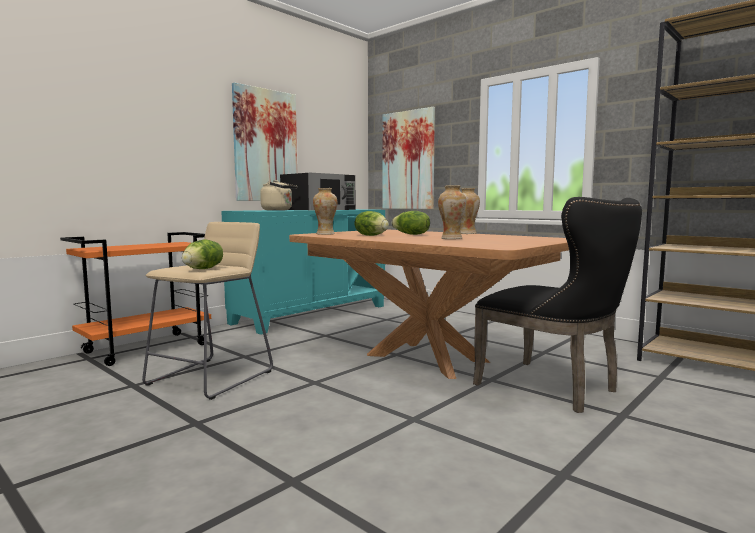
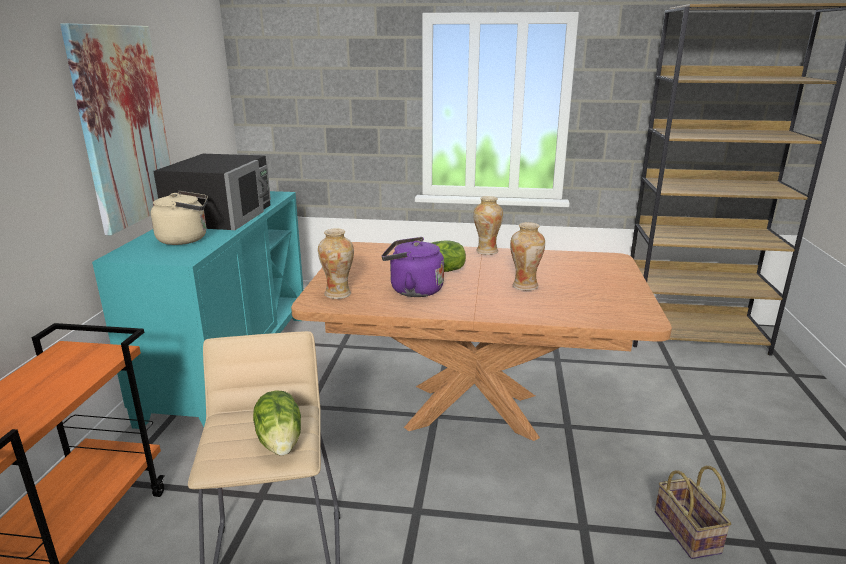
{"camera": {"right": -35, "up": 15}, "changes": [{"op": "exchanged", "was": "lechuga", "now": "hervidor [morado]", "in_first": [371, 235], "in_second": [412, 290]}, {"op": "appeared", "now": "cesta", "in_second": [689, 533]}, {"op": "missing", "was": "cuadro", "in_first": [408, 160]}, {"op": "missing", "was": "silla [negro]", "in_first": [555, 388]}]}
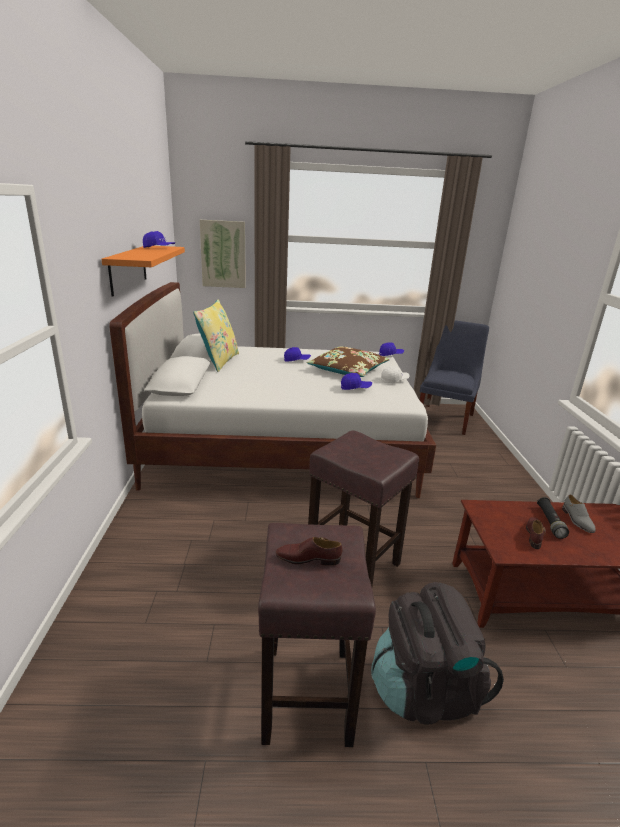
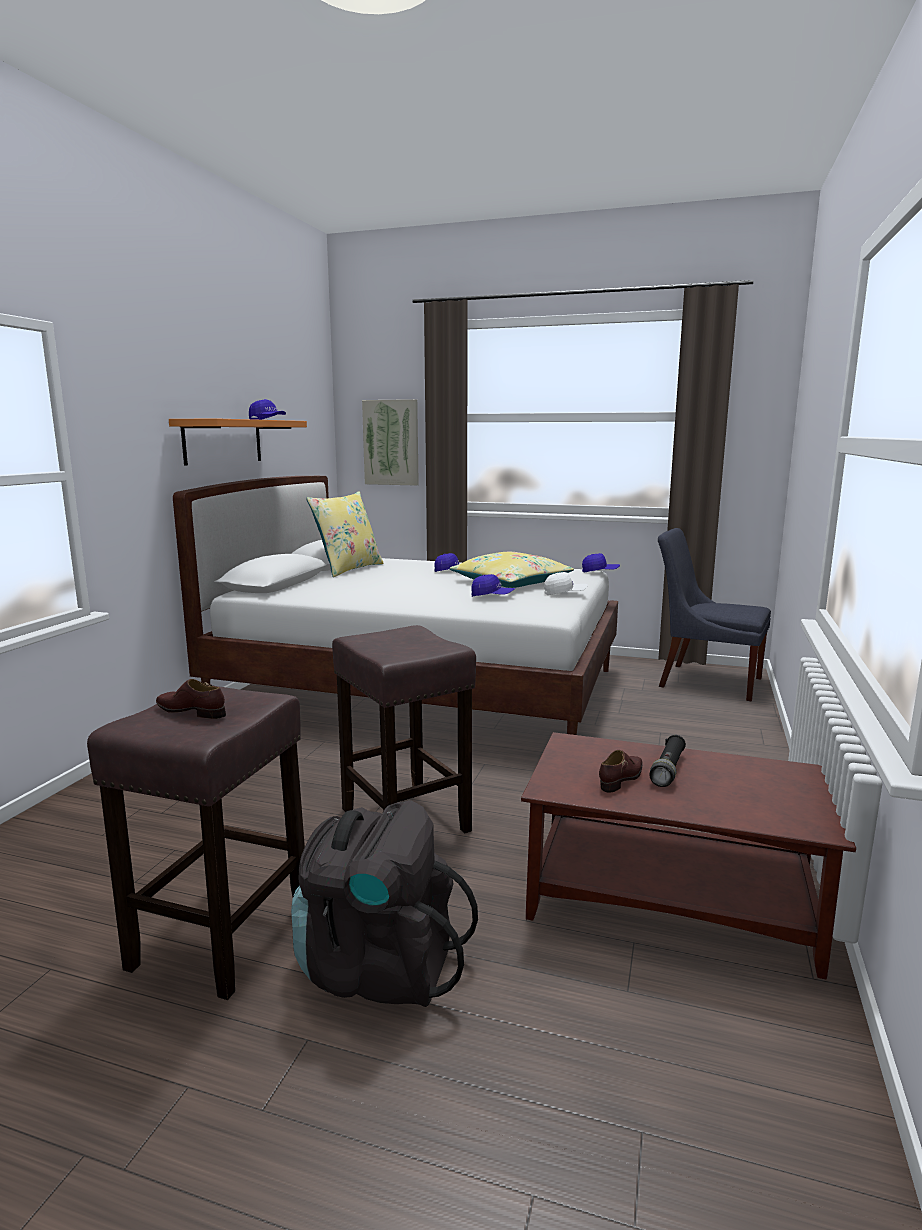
{"camera": {"right": 20, "up": -10}, "changes": [{"op": "colour", "was": "cojín [marrón]", "now": "cojín [amarillo]", "in_first": [348, 370], "in_second": [510, 582]}, {"op": "spun", "was": "silla [azul]", "in_first": [446, 418], "in_second": [705, 681], "clockwise": -105}, {"op": "missing", "was": "zapato [gris]", "in_first": [577, 520]}]}
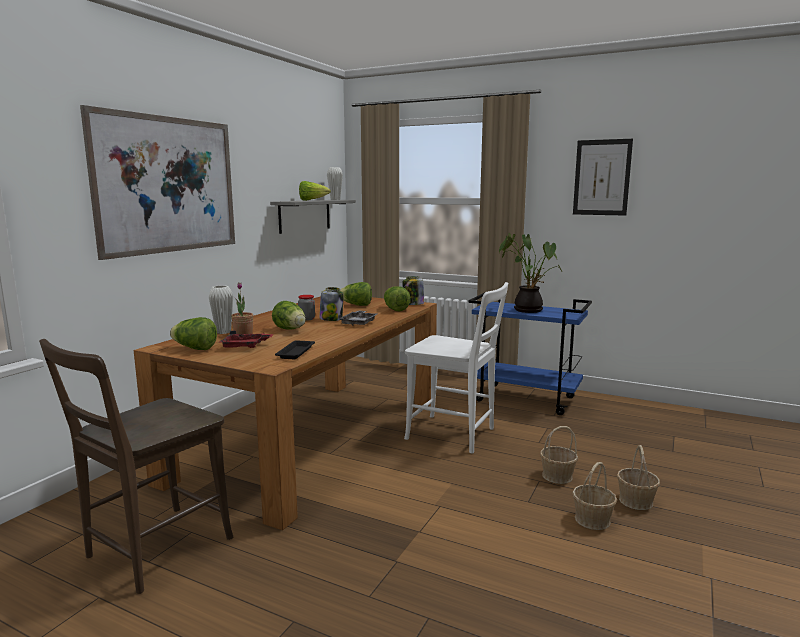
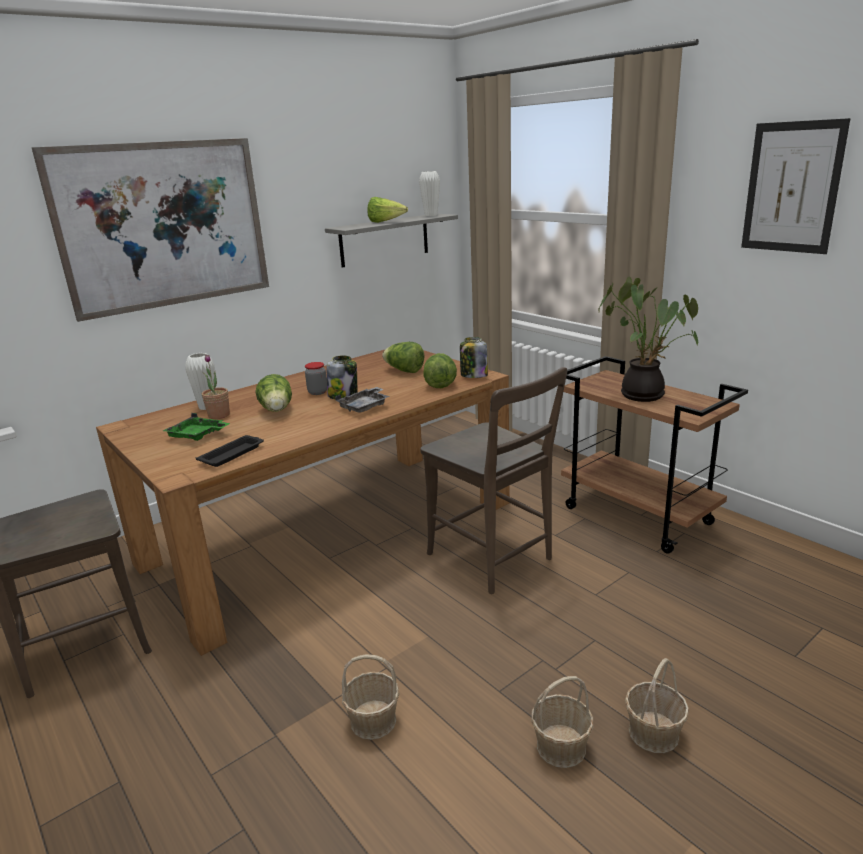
{"camera": {"right": 25, "up": 10}, "changes": [{"op": "colour", "was": "bandeja [rojo]", "now": "bandeja [verde]", "in_first": [245, 346], "in_second": [197, 435]}, {"op": "relocated", "was": "cesta", "in_first": [557, 476], "in_second": [373, 720]}, {"op": "colour", "was": "silla [blanco]", "now": "silla [marrón]", "in_first": [455, 435], "in_second": [494, 559]}, {"op": "colour", "was": "carrito [azul]", "now": "carrito [marrón]", "in_first": [526, 399], "in_second": [639, 516]}, {"op": "missing", "was": "lechuga", "in_first": [195, 348]}]}
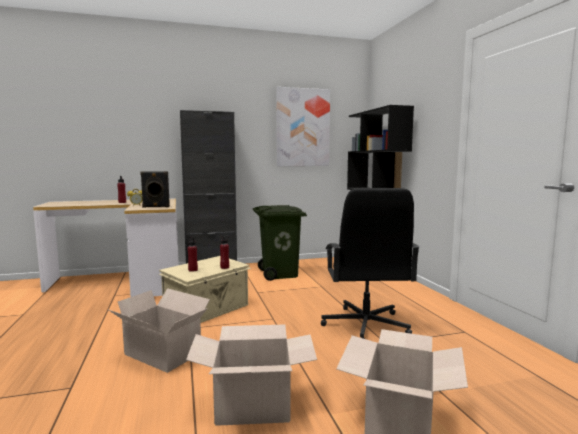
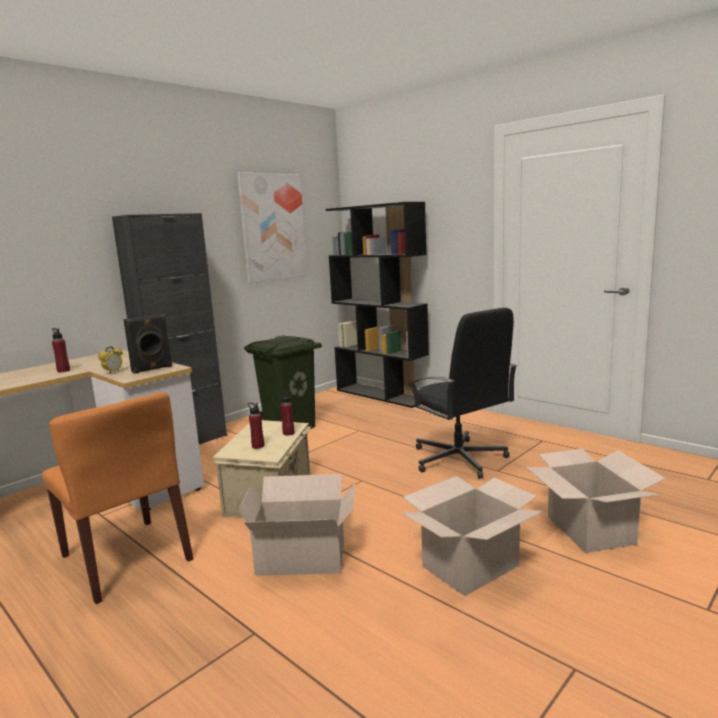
{"camera": {"right": -30, "up": 5}, "changes": [{"op": "appeared", "now": "silla [naranja]", "in_second": [127, 558]}]}
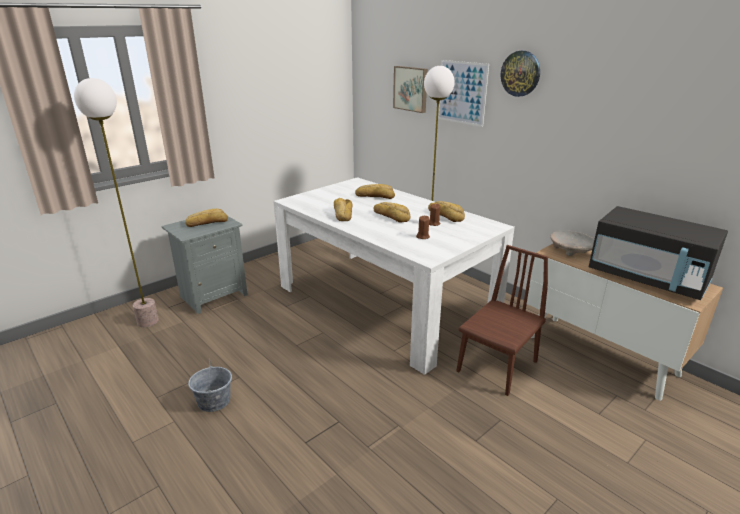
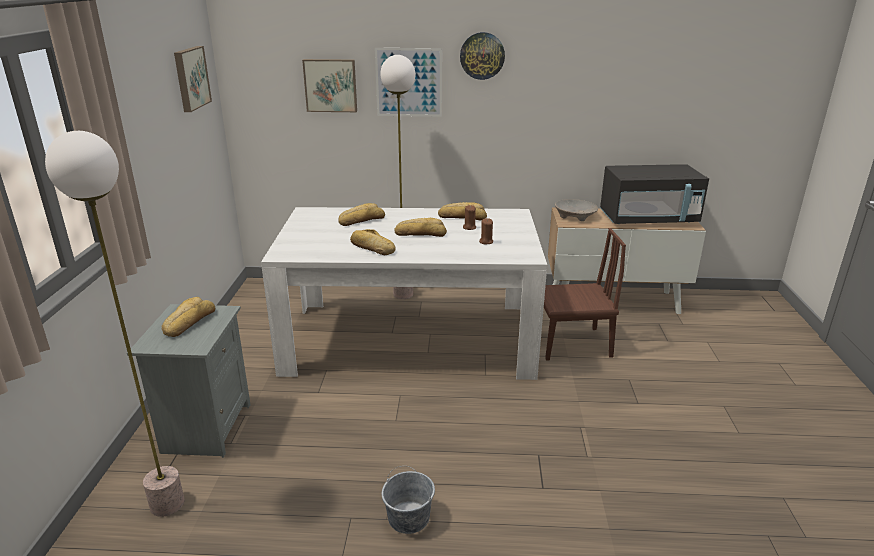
{"camera": {"right": -45, "up": 0}, "changes": [{"op": "appeared", "now": "cuadro", "in_second": [190, 78]}, {"op": "spun", "was": "silla [marrón]", "in_first": [497, 366], "in_second": [571, 344], "clockwise": 90}]}
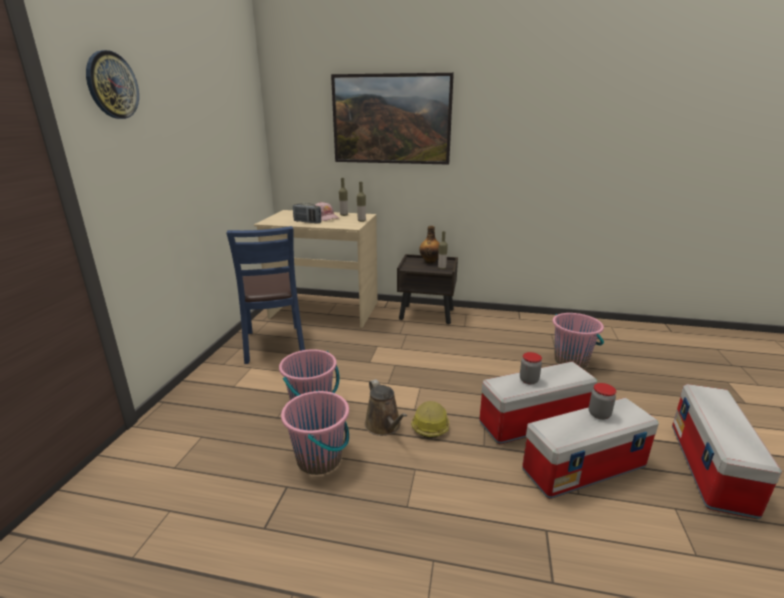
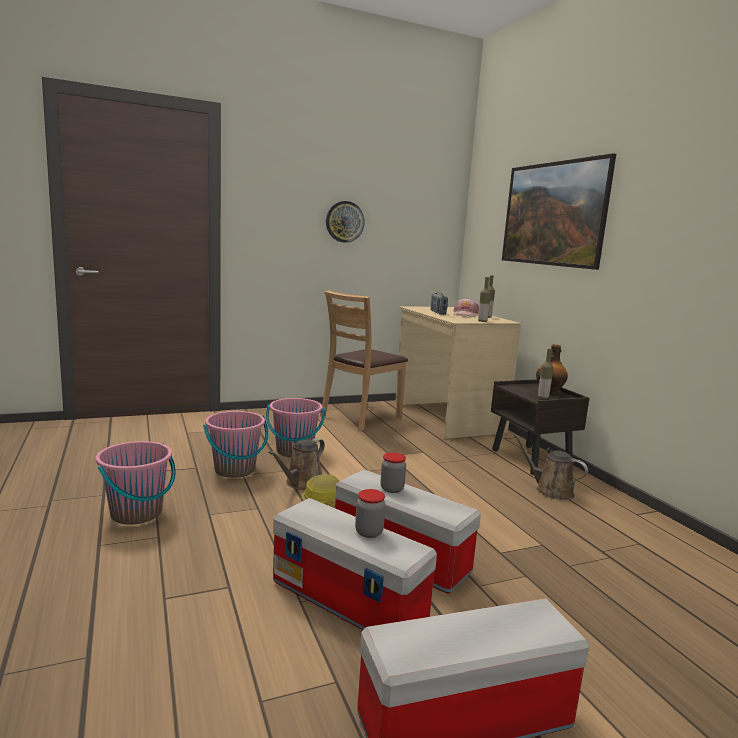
{"camera": {"right": 55, "up": -10}, "changes": [{"op": "relocated", "was": "cubo [rosa]", "in_first": [571, 361], "in_second": [137, 513]}, {"op": "colour", "was": "silla [azul]", "now": "silla [marrón]", "in_first": [274, 344], "in_second": [361, 417]}, {"op": "relocated", "was": "reloj de pared", "in_first": [112, 85], "in_second": [344, 221]}, {"op": "appeared", "now": "regadera [marrón]", "in_second": [550, 490]}]}
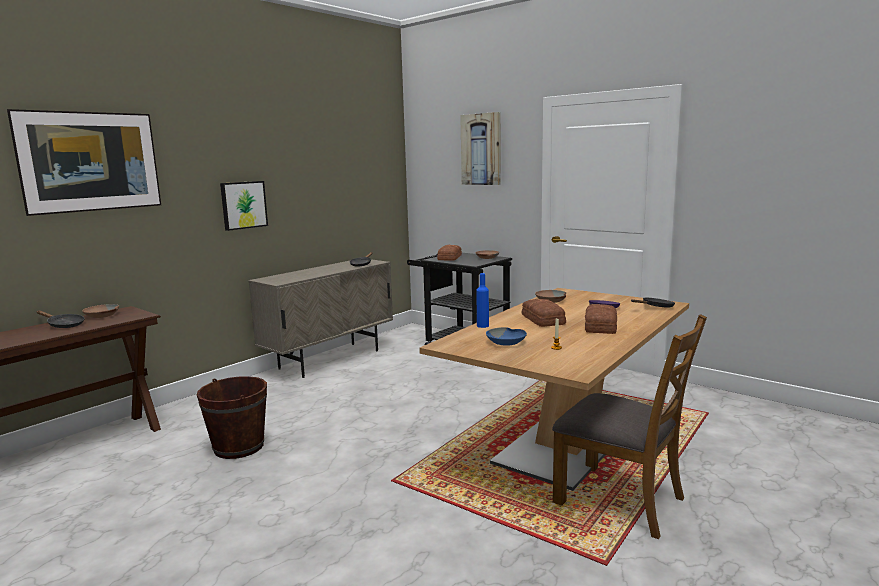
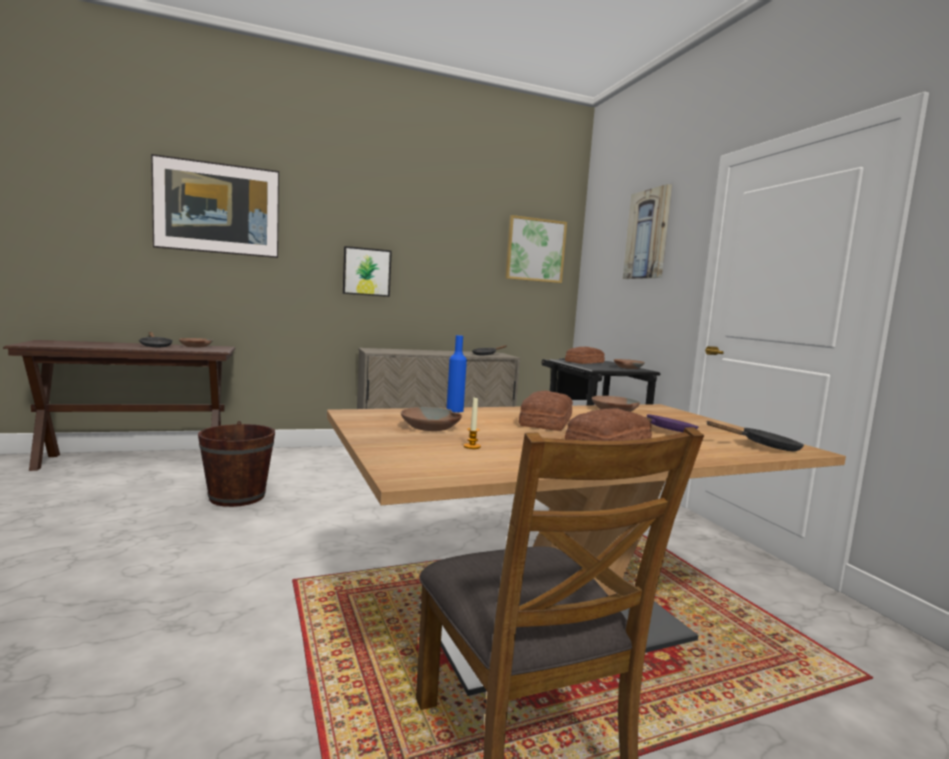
{"camera": {"right": 30, "up": -5}, "changes": [{"op": "colour", "was": "cuenco [azul]", "now": "cuenco [marrón]", "in_first": [506, 342], "in_second": [430, 427]}, {"op": "appeared", "now": "cuadro", "in_second": [535, 250]}]}
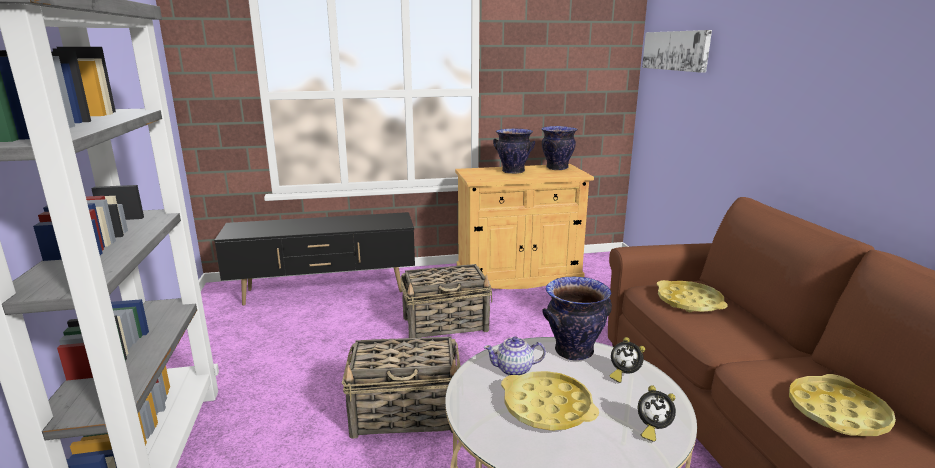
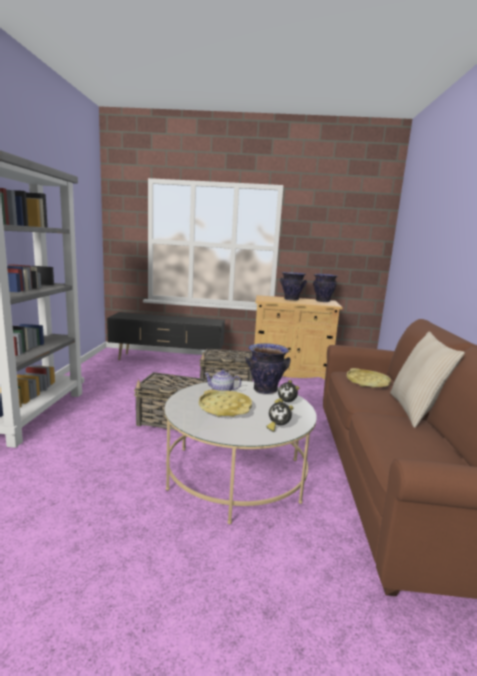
{"camera": {"right": 15, "up": -5}, "changes": [{"op": "appeared", "now": "cojín [beis]", "in_second": [415, 410]}, {"op": "missing", "was": "cuadro", "in_first": [675, 50]}, {"op": "missing", "was": "bandeja [amarillo]", "in_first": [837, 412]}]}
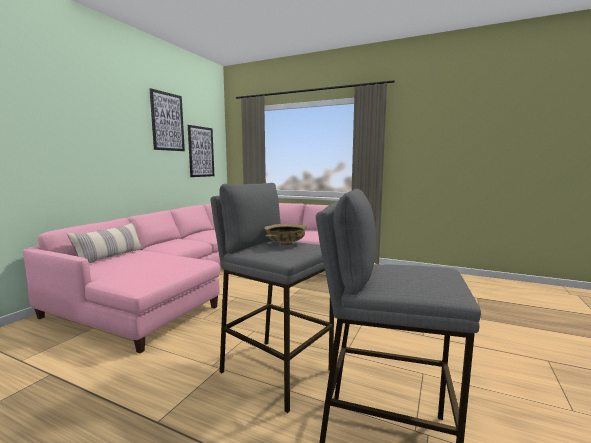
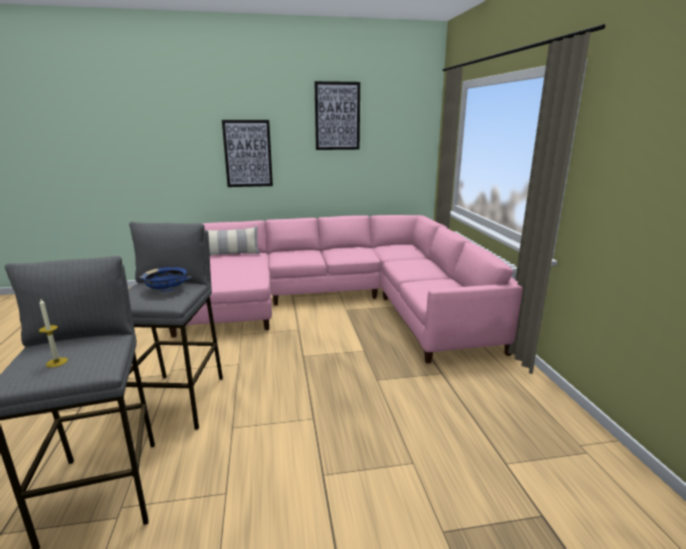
{"camera": {"right": 55, "up": 10}, "changes": [{"op": "appeared", "now": "vela", "in_second": [57, 362]}, {"op": "colour", "was": "cuenco [beis]", "now": "cuenco [azul]", "in_first": [285, 244], "in_second": [166, 289]}, {"op": "relocated", "was": "cuadro", "in_first": [201, 152], "in_second": [248, 153]}]}
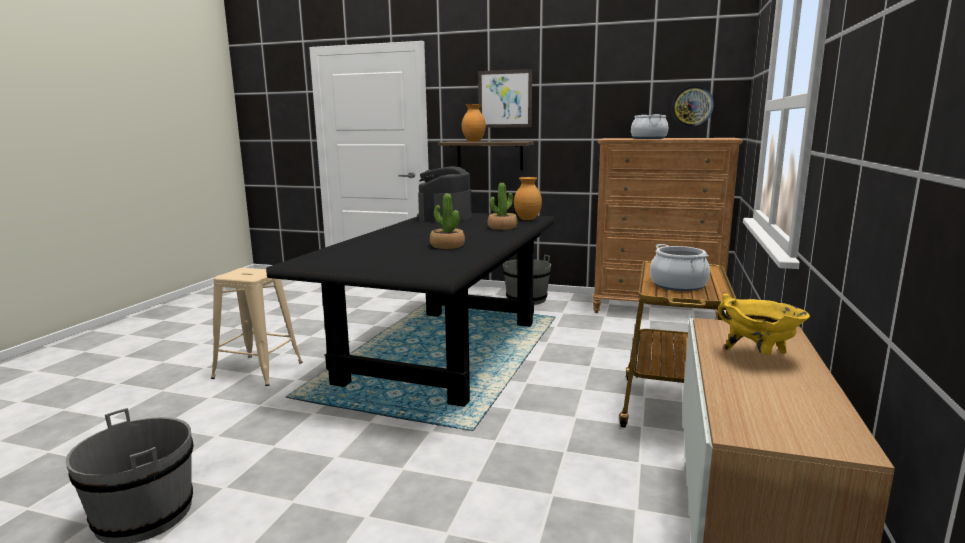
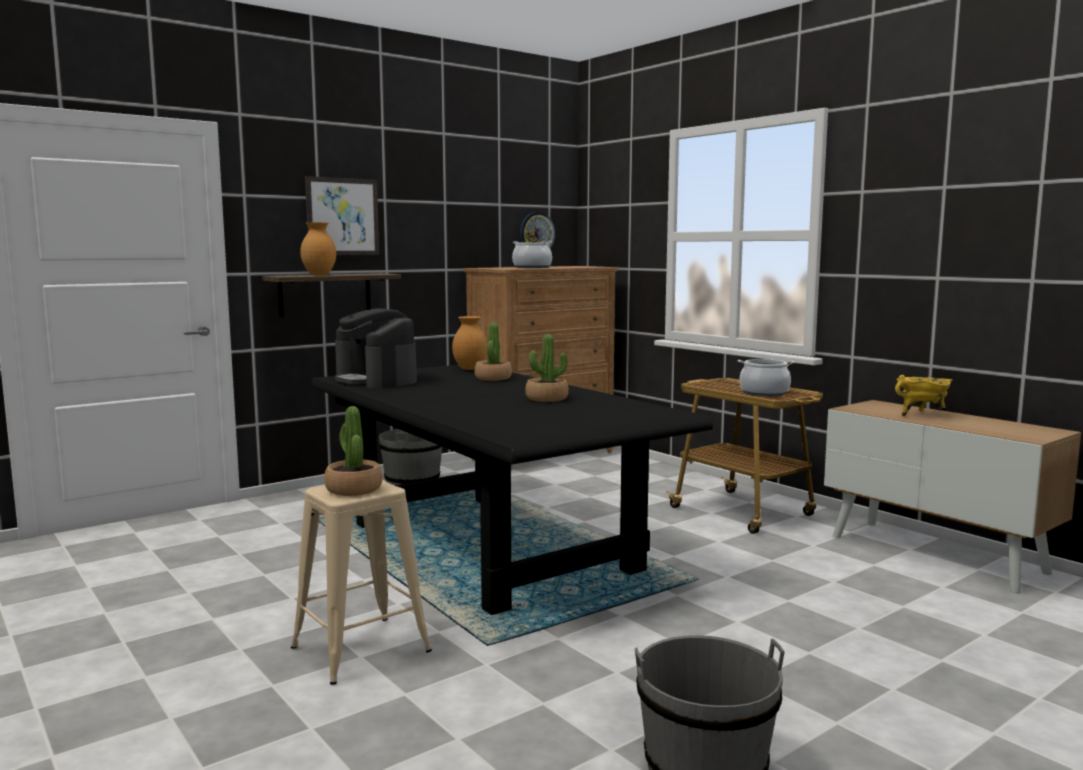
{"camera": {"right": -55, "up": -5}, "changes": [{"op": "appeared", "now": "planta en maceta", "in_second": [353, 489]}]}
